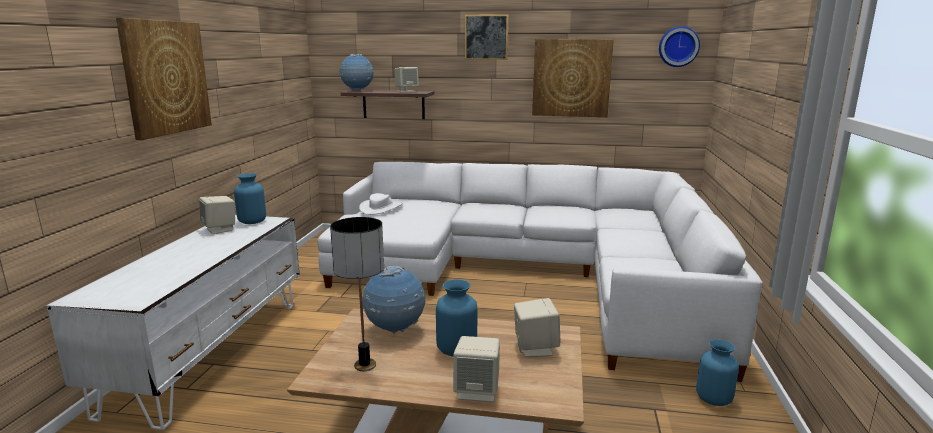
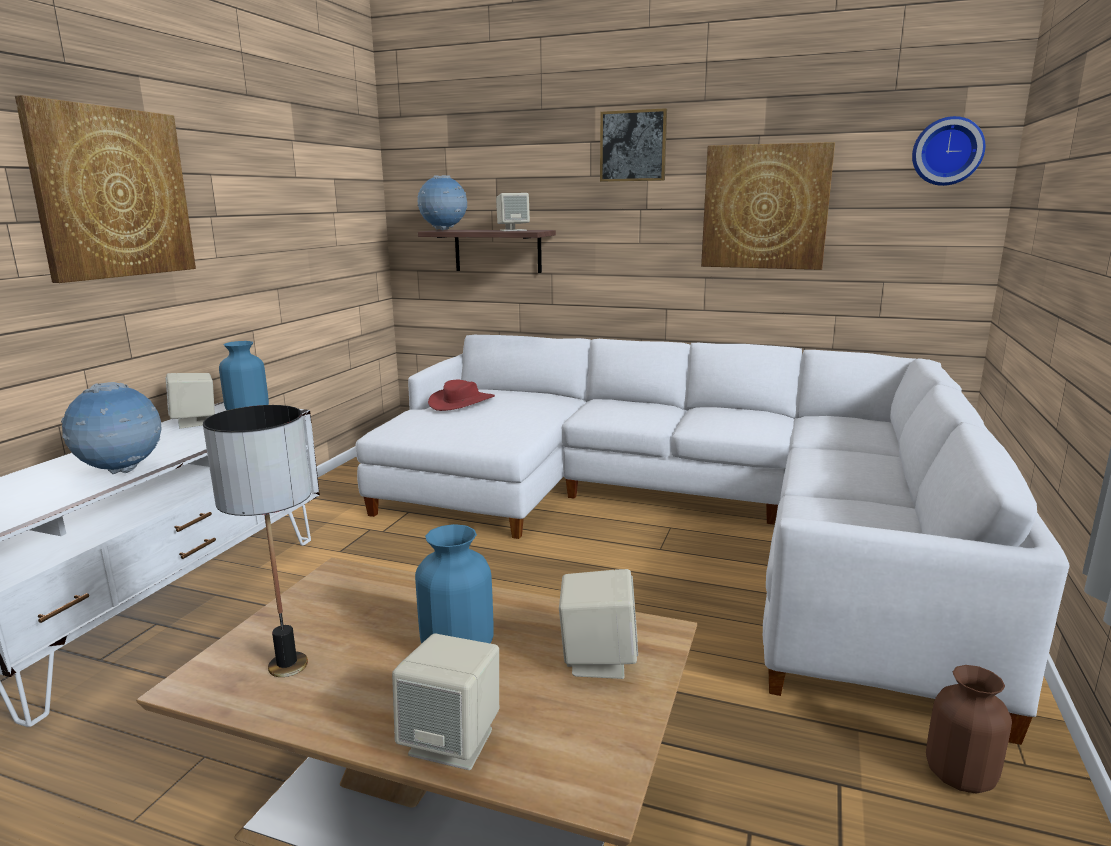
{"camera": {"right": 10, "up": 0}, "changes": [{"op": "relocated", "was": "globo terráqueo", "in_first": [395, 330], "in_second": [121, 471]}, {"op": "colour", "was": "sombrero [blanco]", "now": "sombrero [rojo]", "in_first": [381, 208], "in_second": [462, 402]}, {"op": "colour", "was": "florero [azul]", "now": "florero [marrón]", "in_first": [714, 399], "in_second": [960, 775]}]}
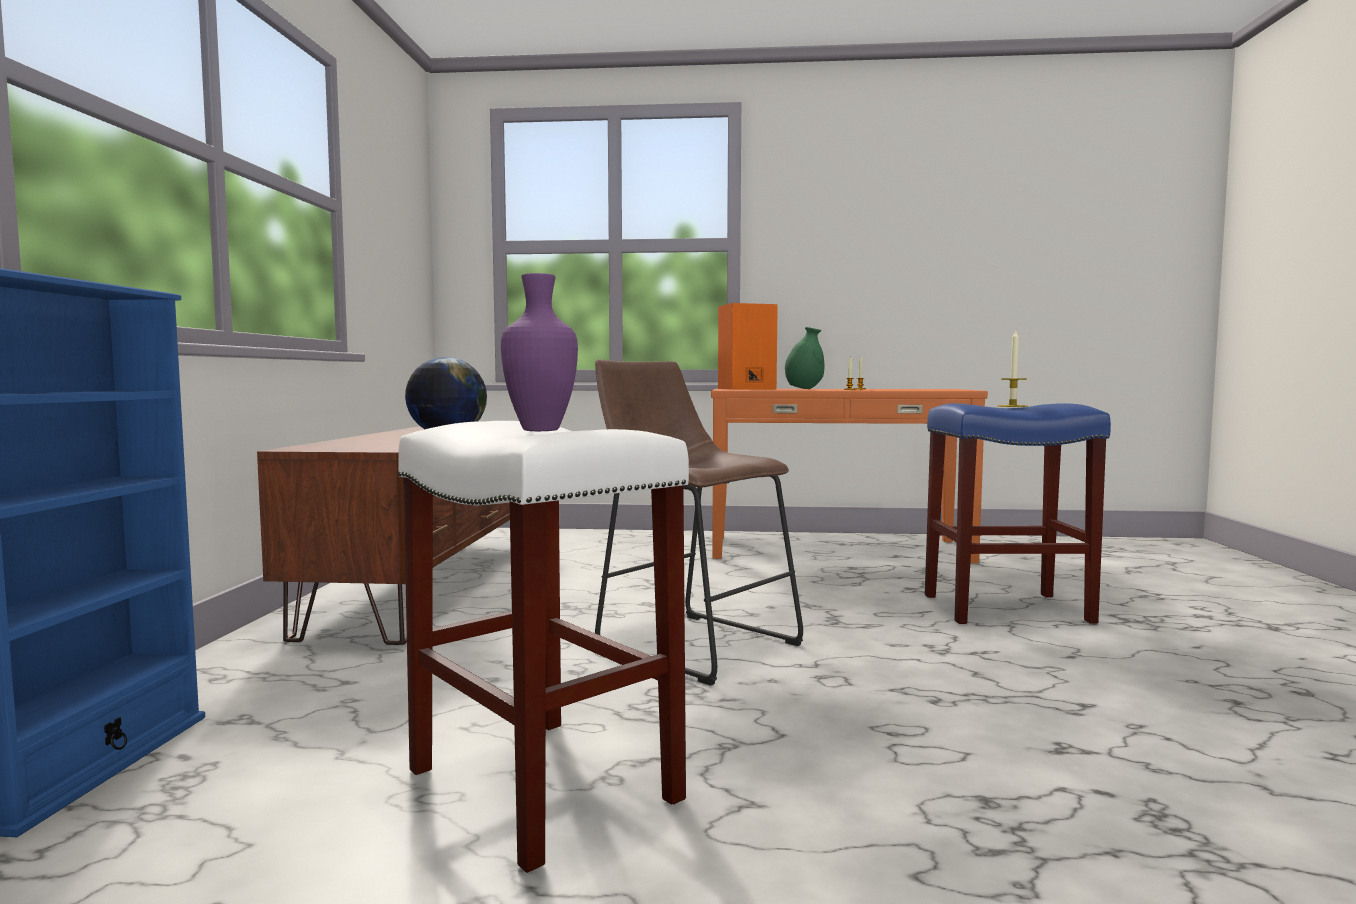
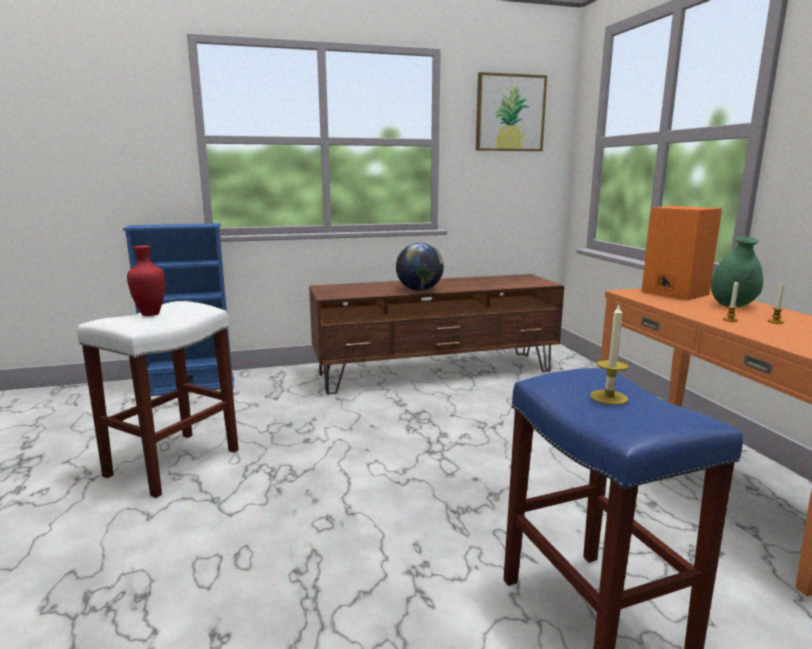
{"camera": {"right": 70, "up": 10}, "changes": [{"op": "colour", "was": "florero [morado]", "now": "florero [rojo]", "in_first": [541, 430], "in_second": [149, 314]}, {"op": "appeared", "now": "cuadro", "in_second": [510, 113]}, {"op": "missing", "was": "taburete [marrón]", "in_first": [690, 643]}]}
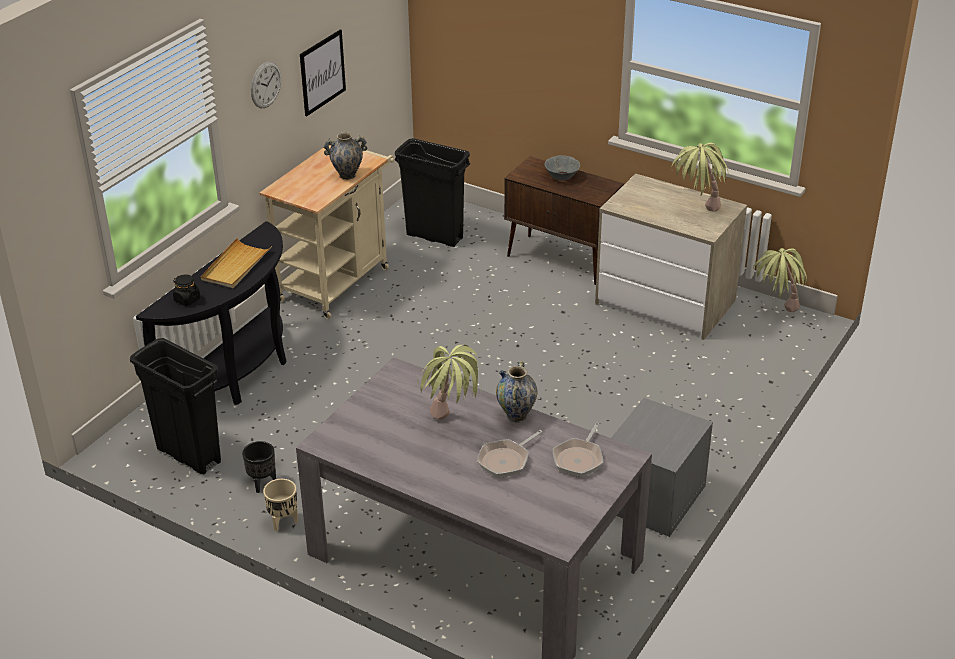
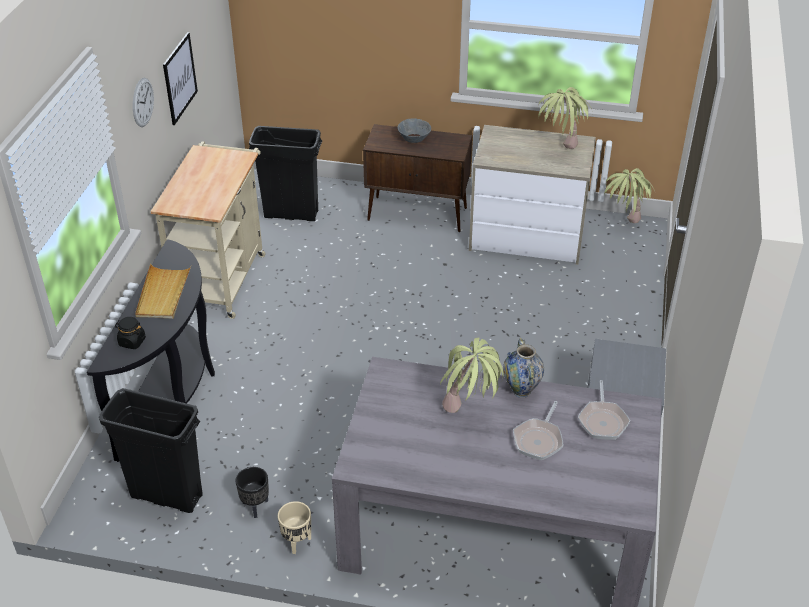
{"camera": {"right": -20, "up": 5}, "changes": [{"op": "missing", "was": "florero", "in_first": [347, 175]}]}
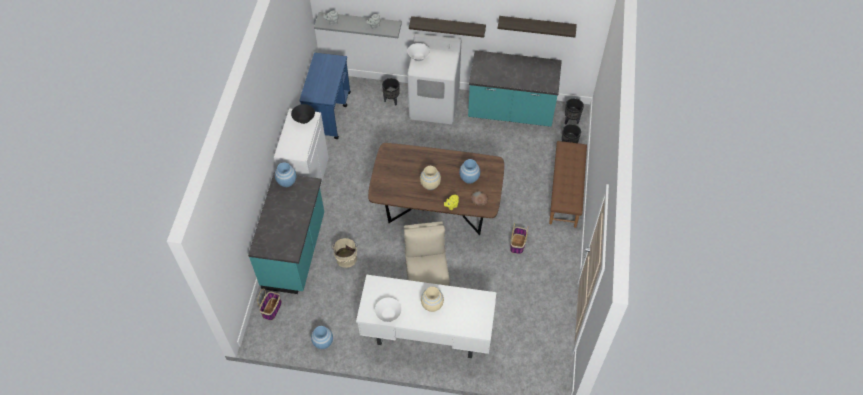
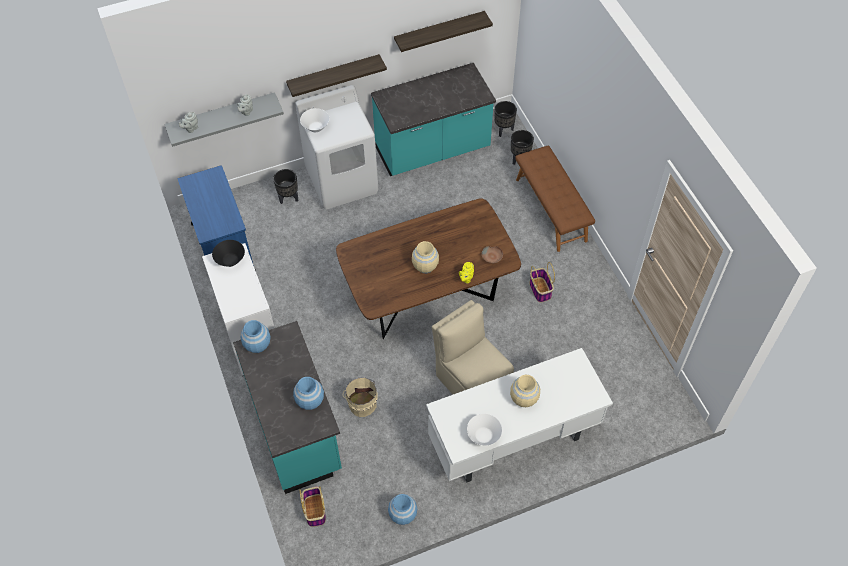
{"camera": {"right": -30, "up": 0}, "changes": [{"op": "relocated", "was": "florero [azul]", "in_first": [469, 178], "in_second": [310, 401]}]}
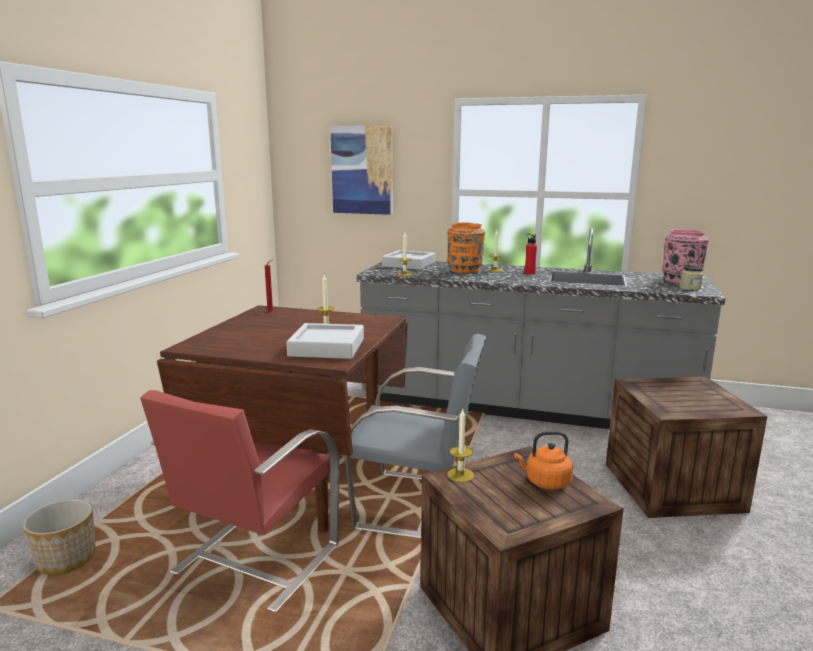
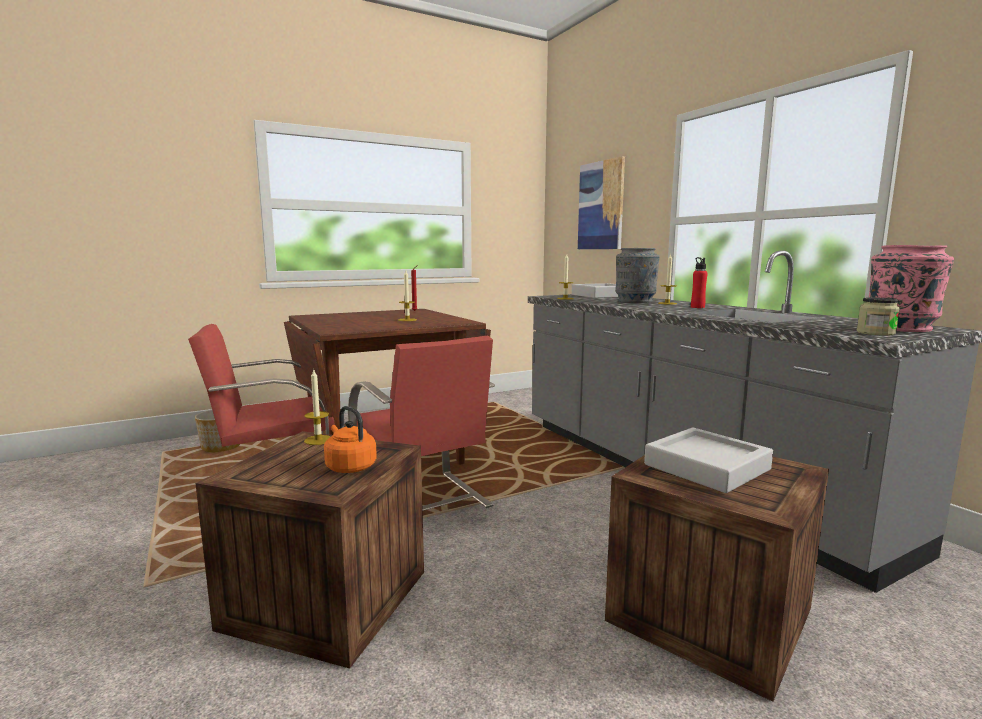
{"camera": {"right": 45, "up": -5}, "changes": [{"op": "colour", "was": "silla [gris]", "now": "silla [rojo]", "in_first": [415, 505], "in_second": [422, 502]}, {"op": "colour", "was": "florero [naranja]", "now": "florero [gris]", "in_first": [465, 270], "in_second": [635, 301]}, {"op": "relocated", "was": "bandeja [gris]", "in_first": [327, 347], "in_second": [706, 467]}]}
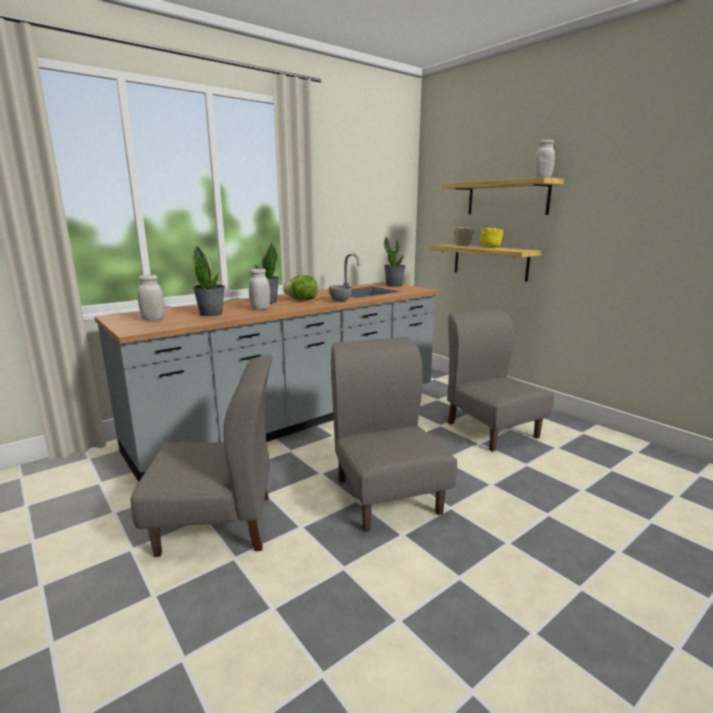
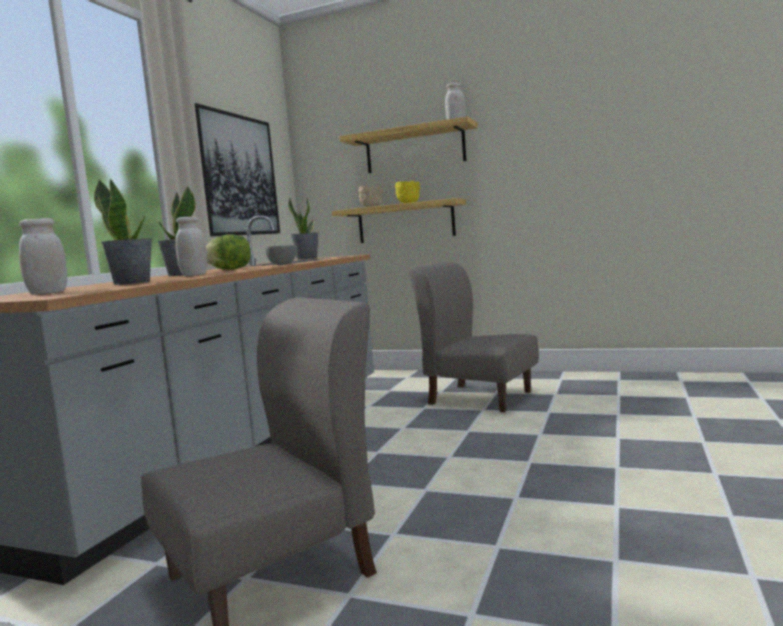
{"camera": {"right": -30, "up": -10}, "changes": [{"op": "appeared", "now": "cuadro", "in_second": [237, 175]}, {"op": "missing", "was": "silla [gris]", "in_first": [387, 495]}]}
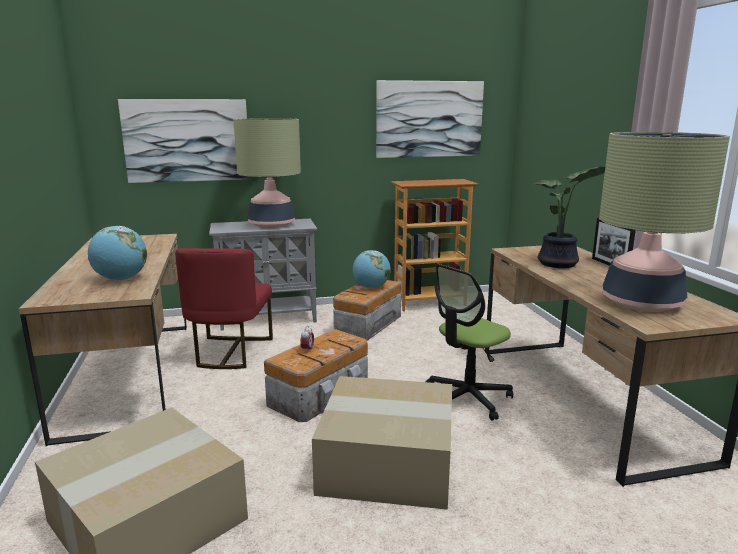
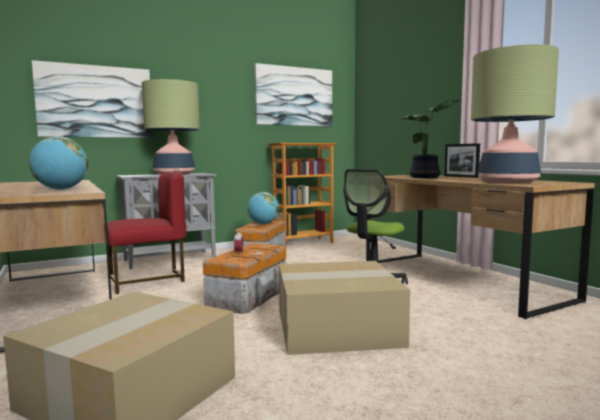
{"camera": {"right": -15, "up": -10}, "changes": [{"op": "spun", "was": "silla [rojo]", "in_first": [230, 352], "in_second": [147, 280], "clockwise": -105}]}
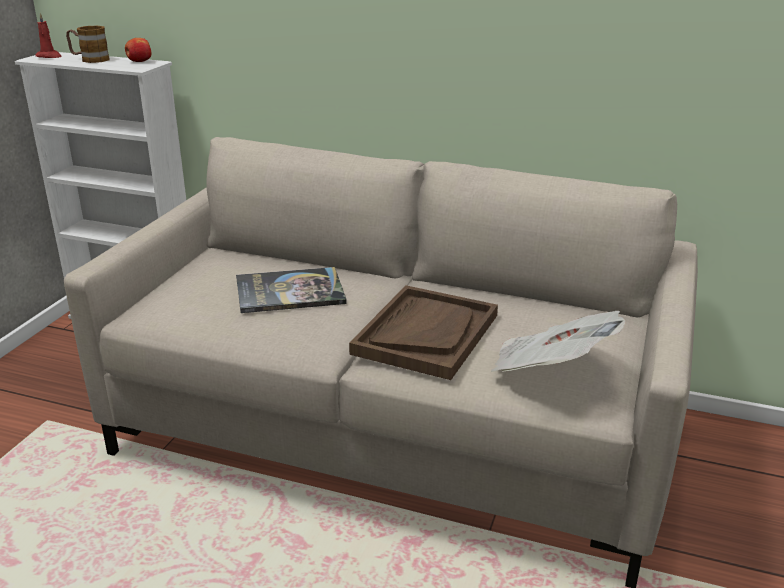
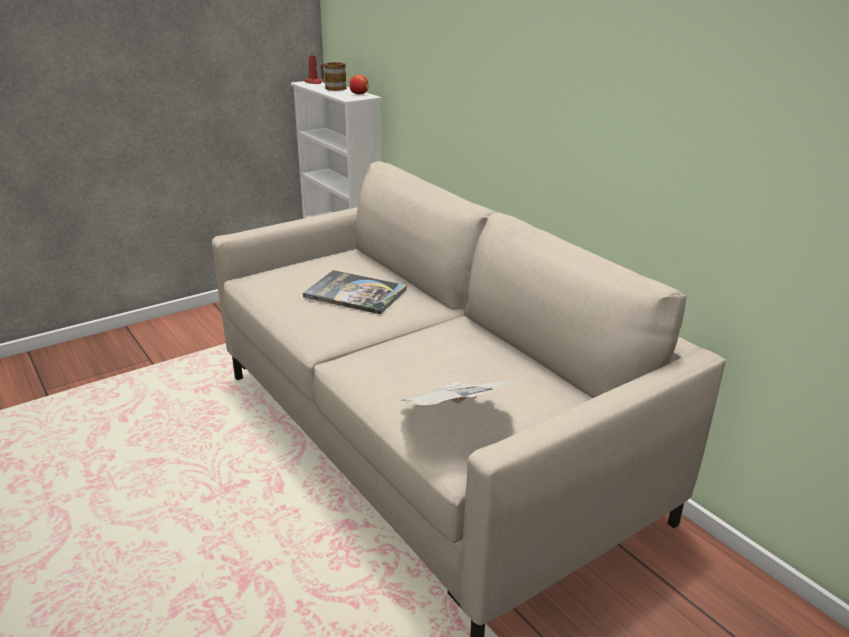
{"camera": {"right": 35, "up": 0}, "changes": [{"op": "missing", "was": "bandeja [marrón]", "in_first": [426, 334]}]}
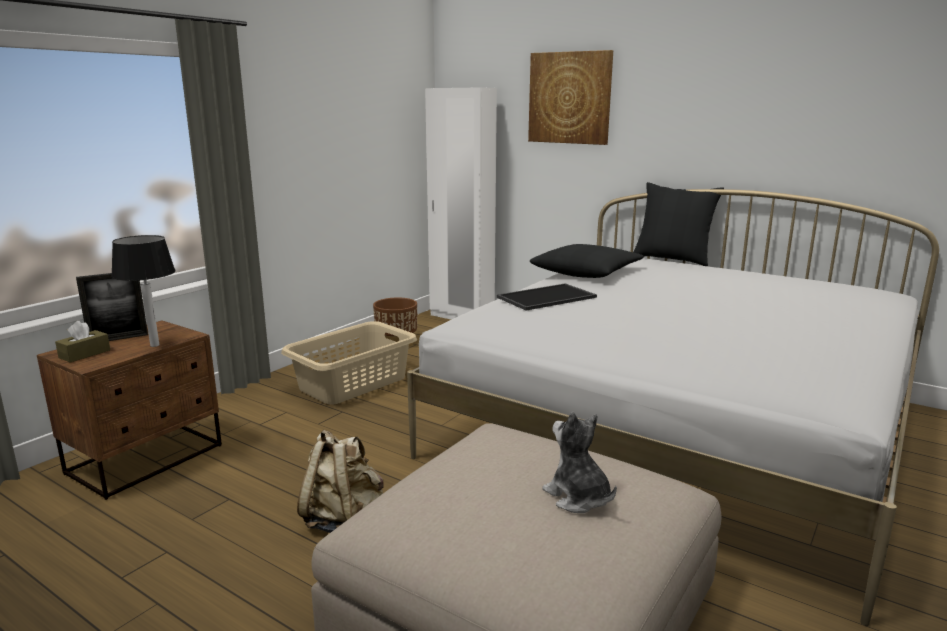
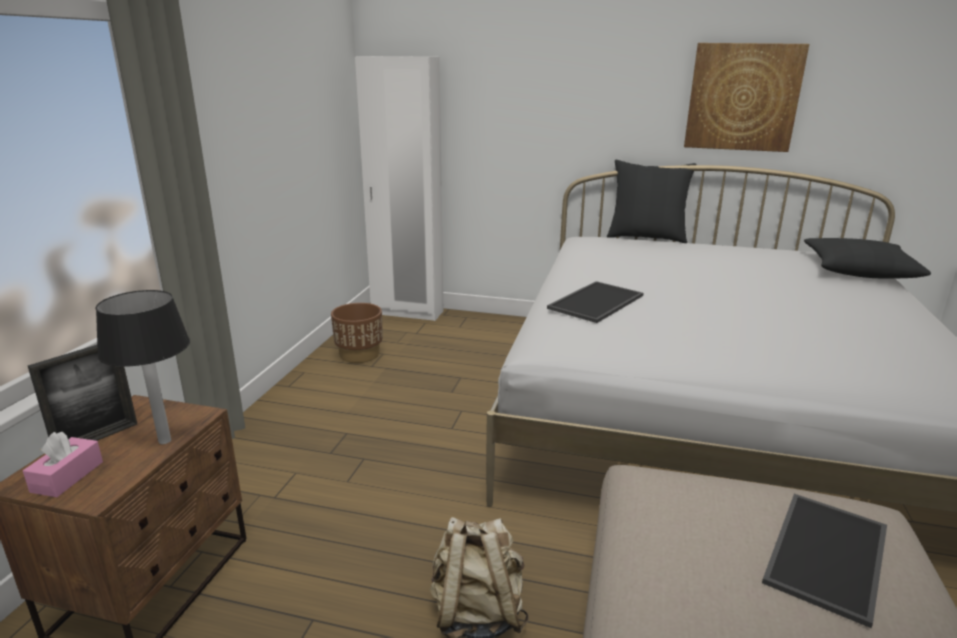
{"camera": {"right": -20, "up": 5}, "changes": [{"op": "colour", "was": "caja de pañuelos [marrón]", "now": "caja de pañuelos [rosa]", "in_first": [84, 354], "in_second": [67, 477]}, {"op": "relocated", "was": "cuadro", "in_first": [569, 98], "in_second": [743, 97]}, {"op": "exchanged", "was": "peluche", "now": "bandeja", "in_first": [578, 498], "in_second": [829, 556]}, {"op": "relocated", "was": "cojín [negro]", "in_first": [586, 272], "in_second": [859, 269]}, {"op": "missing", "was": "cesto de la ropa [beis]", "in_first": [354, 383]}]}
